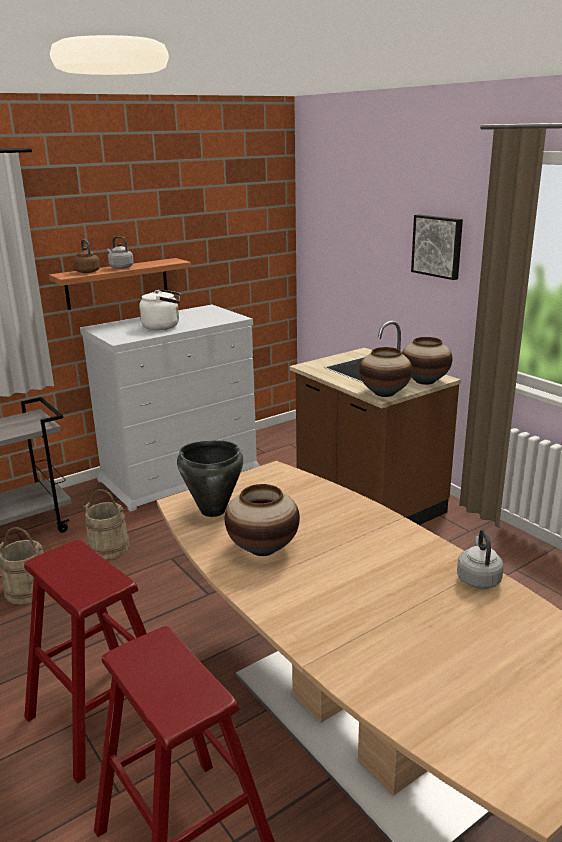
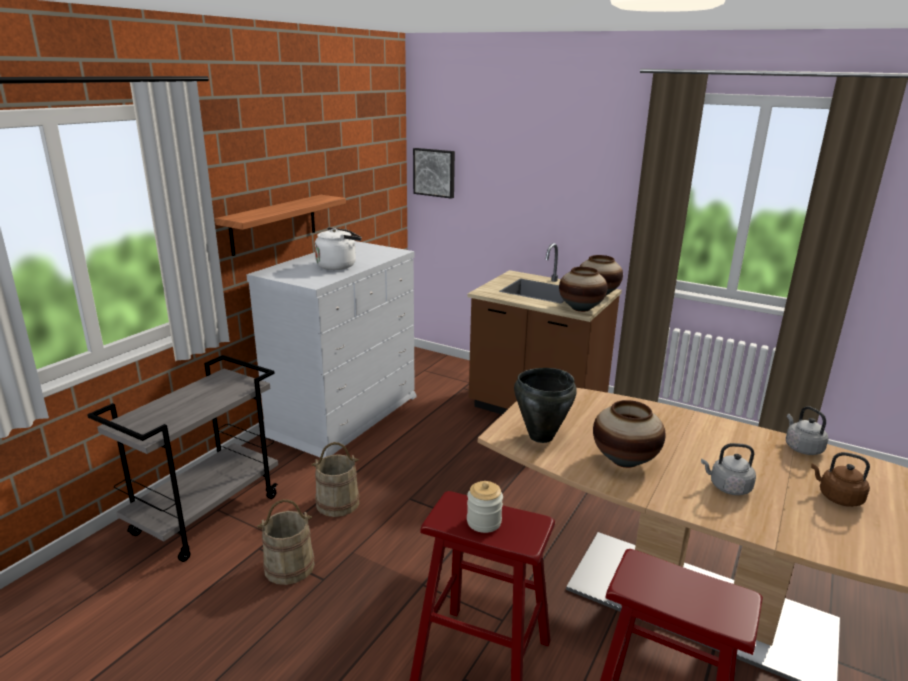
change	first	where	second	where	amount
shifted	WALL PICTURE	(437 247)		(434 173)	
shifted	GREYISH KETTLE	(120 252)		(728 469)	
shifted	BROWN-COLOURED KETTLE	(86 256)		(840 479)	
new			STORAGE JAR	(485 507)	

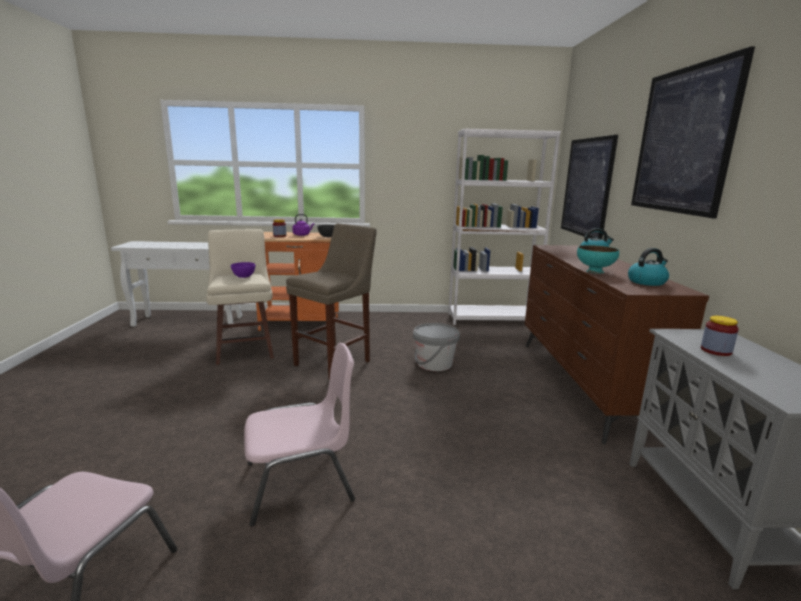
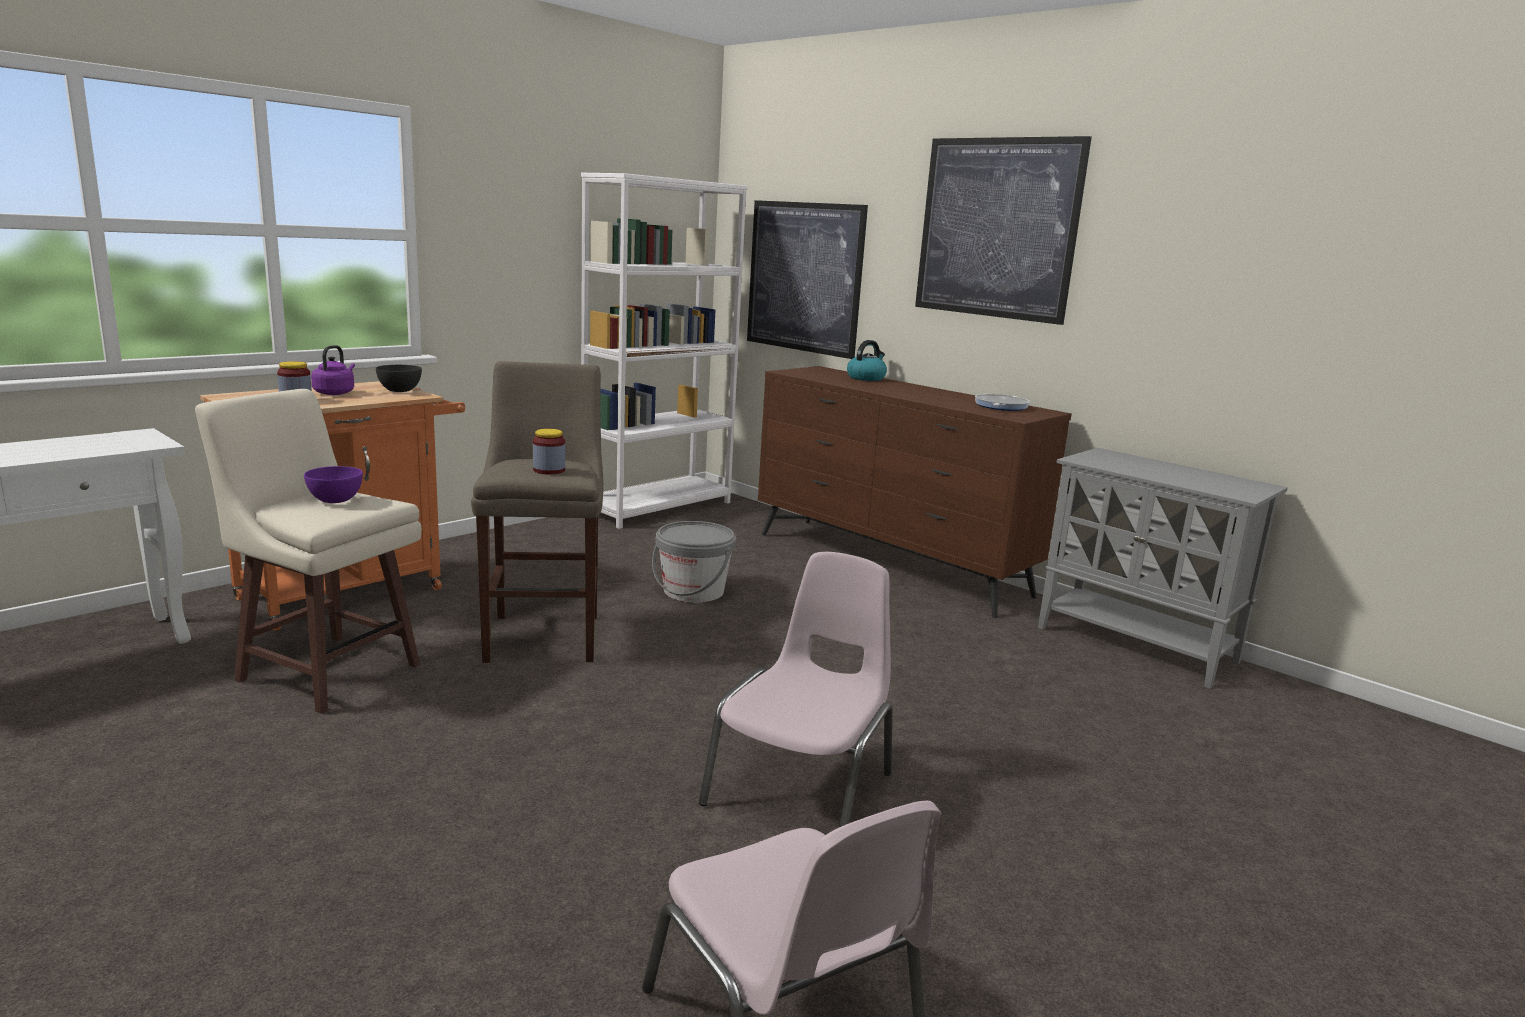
change	first	where	second	where	amount
gone	TURQUOISE BOWL	(598 259)			
swapped	KETTLE	(648 267)	SKILLET	(1002 402)	
shifted	STORAGE JAR	(720 336)		(549 451)	

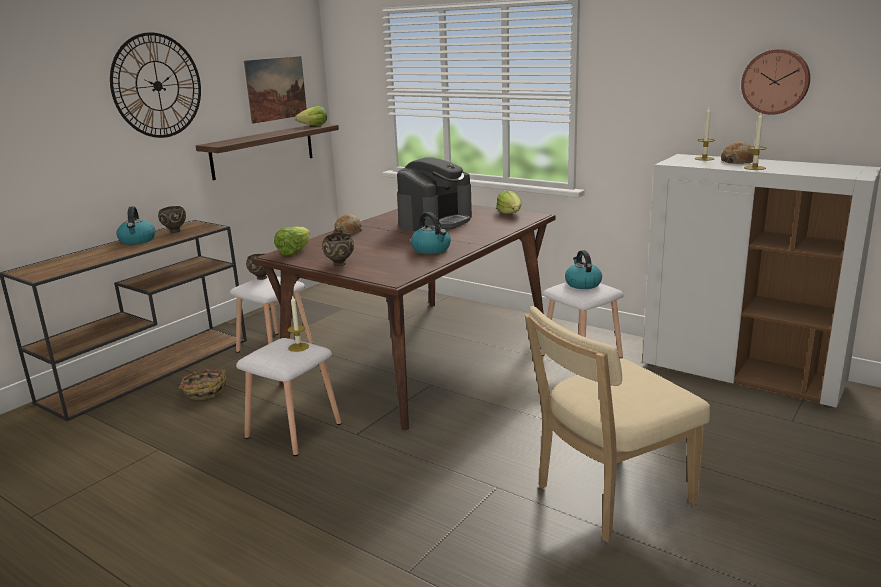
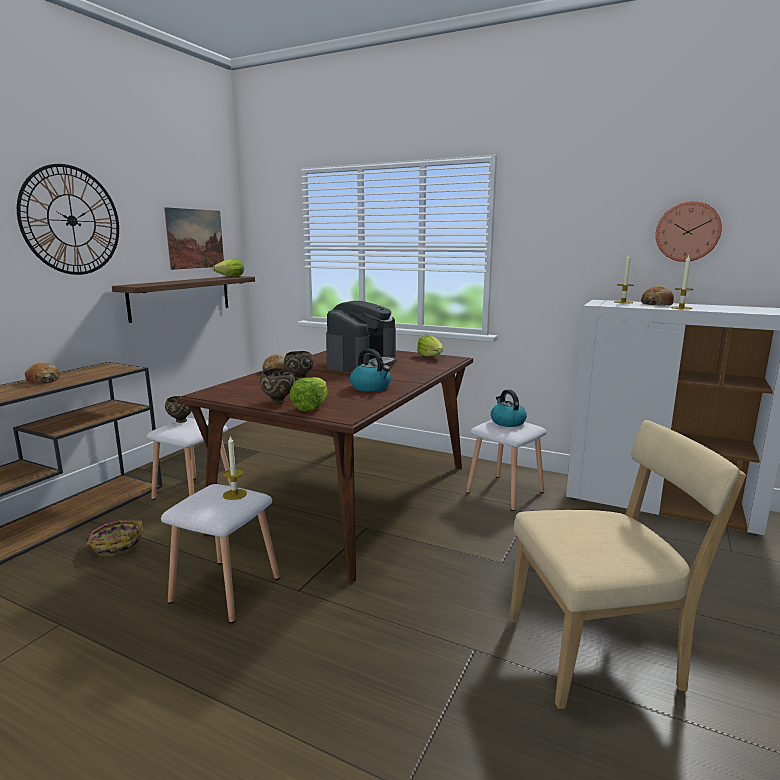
change	first	where	second	where	amount
swapped	KETTLE	(135 225)	BAKERY BREAD	(42 373)	
shifted	BROWN-COLOURED BOWL	(172 219)		(299 365)	
shifted	HEAD OF LETTUCE	(292 240)		(308 394)	
rotated	BEIGE PLAIN CHAIR	(617 424)		(628 564)	150 degrees counterclockwise

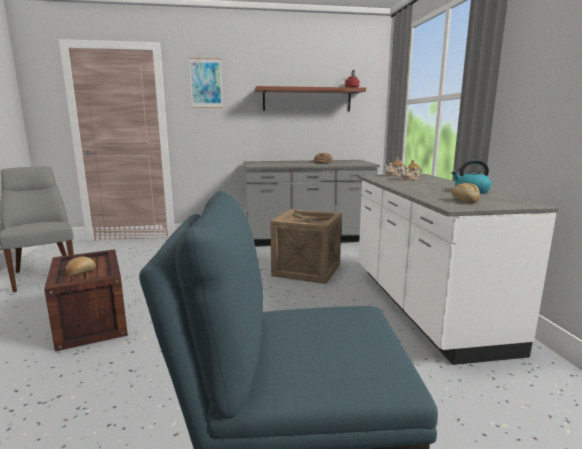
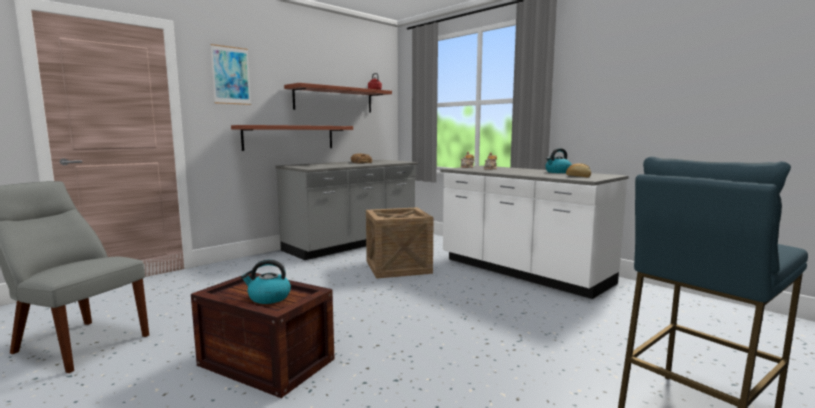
change	first	where	second	where	amount
swapped	BAKERY BREAD	(81 266)	KETTLE	(266 282)	
new			WALL SHELF	(292 138)	

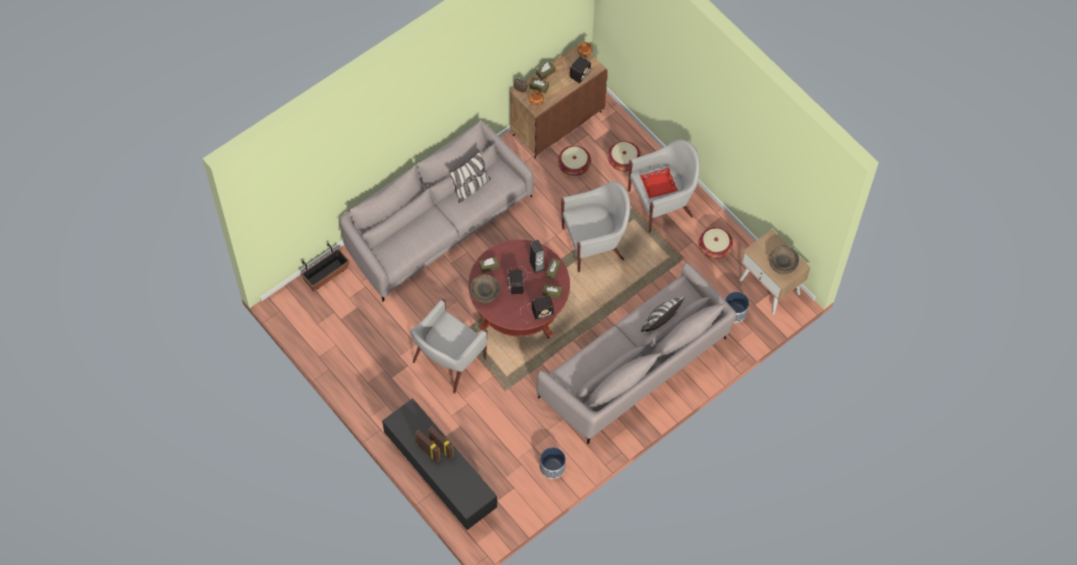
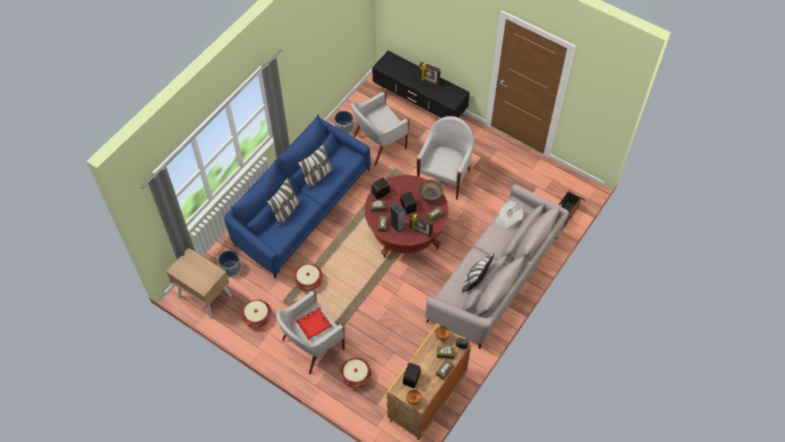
change	first	where	second	where	amount
repainted	BROWN-COLOURED CUPBOARD	(559 101)	YELLOW CUPBOARD	(428 381)	
shifted	STORAGE BASKET	(574 161)		(308 277)	
shifted	WHITE LOUNGE CHAIR	(595 226)		(380 128)	
gone	BROWN-COLOURED BOWL	(784 260)			
repainted	GREYISH COUCH	(636 353)	BLUISH COUCH	(297 196)	
shifted	PICTURE FRAME	(441 443)		(421 225)	
new			CUSHION	(315 167)	
new			NEWSPAPER	(510 215)	

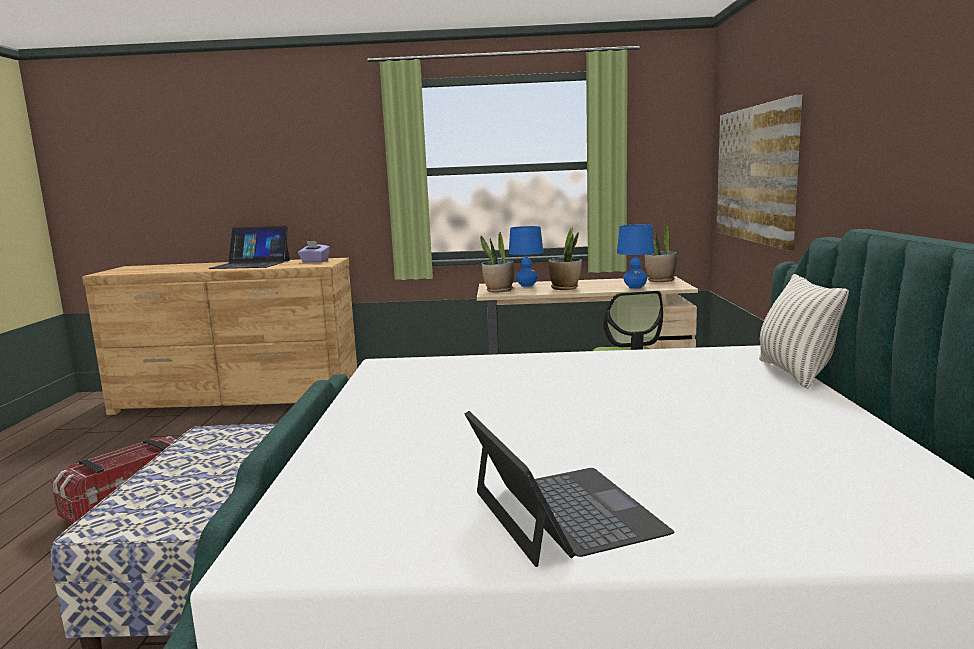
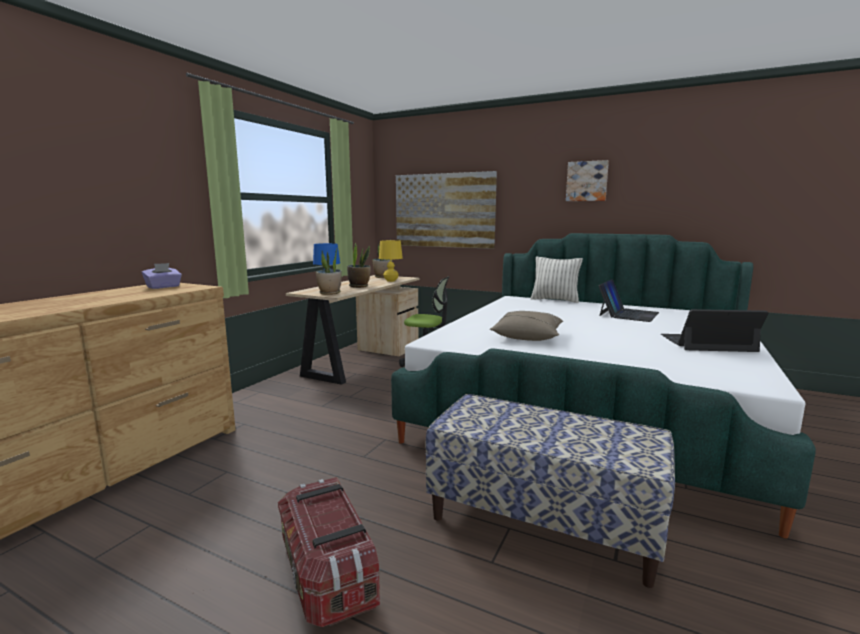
change	first	where	second	where	amount
repainted	BLUISH TABLE LAMP	(636 257)	YELLOW TABLE LAMP	(391 261)	
shifted	NOTEBOOK COMPUTER	(249 247)		(628 300)	
new			WALL PICTURE	(587 180)	
new			BEIGE CUSHION	(526 326)	

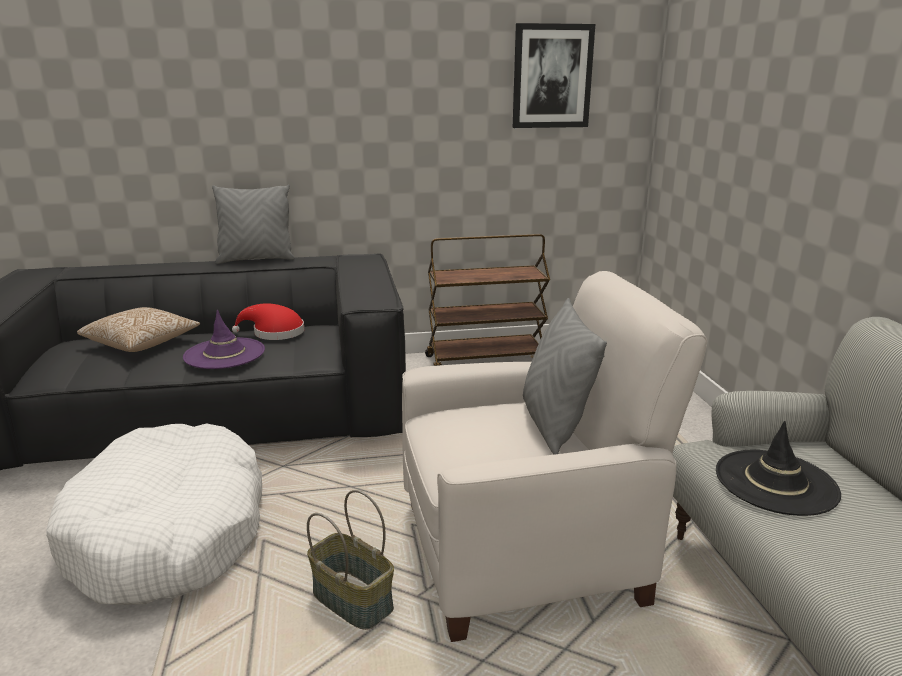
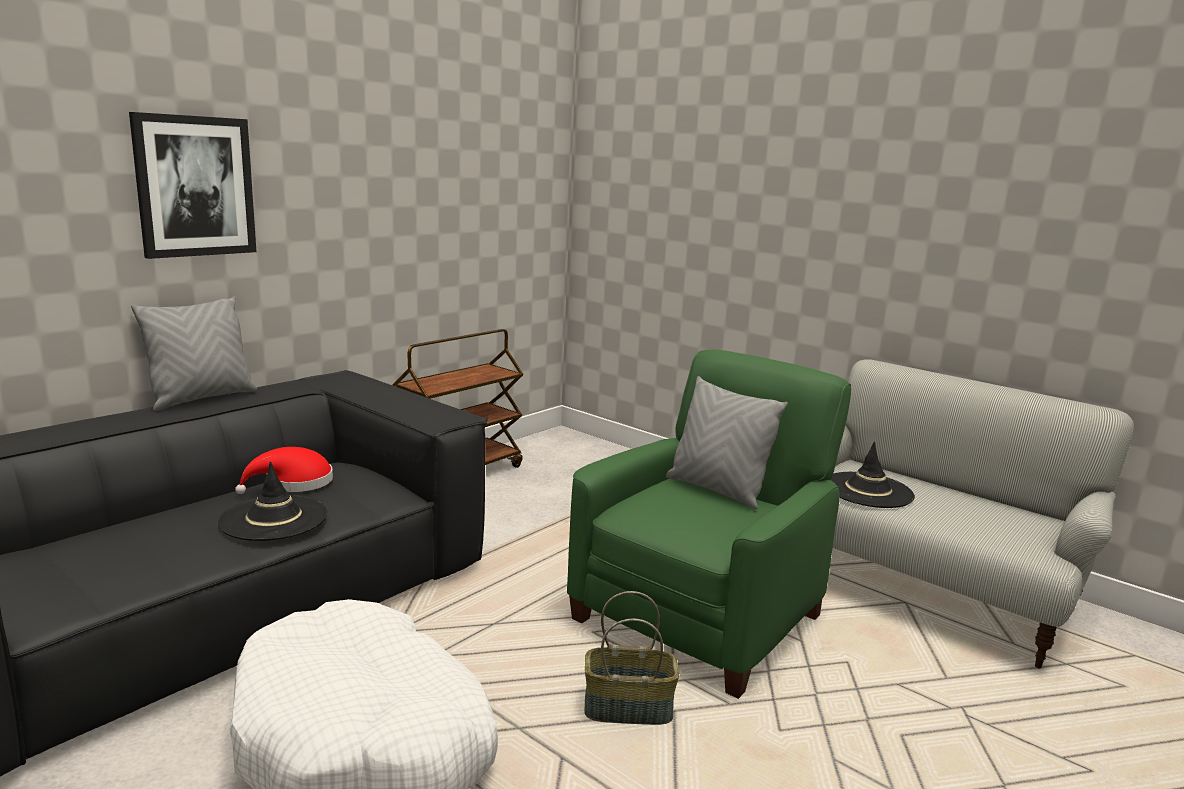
change	first	where	second	where	amount
shifted	WALL PICTURE	(554 75)		(192 185)	
repainted	WHITE LOUNGE CHAIR	(554 456)	GREEN-COLOURED LOUNGE CHAIR	(709 524)	
gone	CUSHION	(138 329)			
repainted	PURPLE-COLOURED CLOTHING HAT	(224 339)	BLACK-COLOURED CLOTHING HAT	(273 501)	

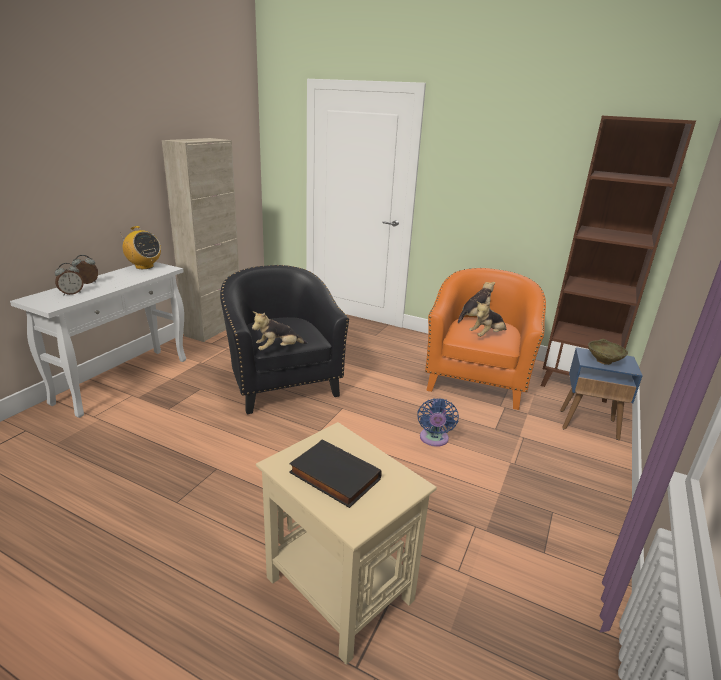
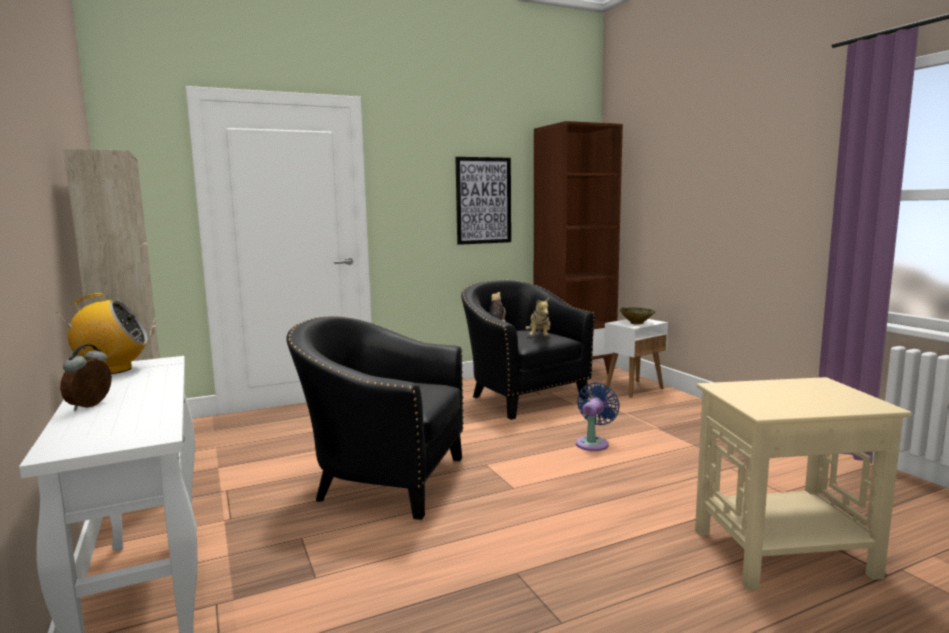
change	first	where	second	where	amount
gone	ALARM CLOCK	(69 279)			
repainted	ORANGEY LOUNGE CHAIR	(485 339)	BLACK-COLOURED LOUNGE CHAIR	(528 350)	
gone	PLUSH TOY	(279 330)			
repainted	BLUISH ACCENT TABLE	(601 393)	WHITE ACCENT TABLE	(636 358)	
rotated	BLUISH ELECTRIC FAN	(438 422)		(598 416)	105 degrees counterclockwise
gone	BLACK-COLOURED BOOK	(335 474)			
new			WALL PICTURE	(483 201)	

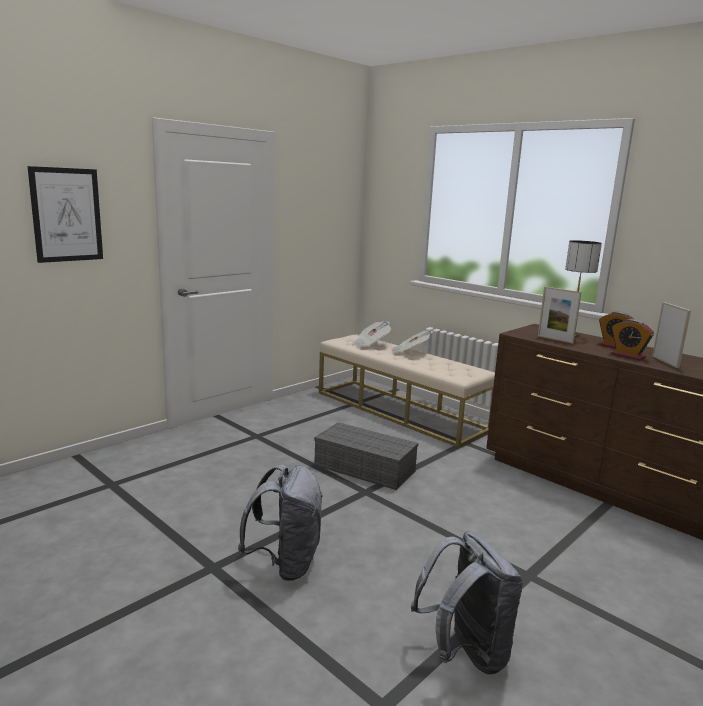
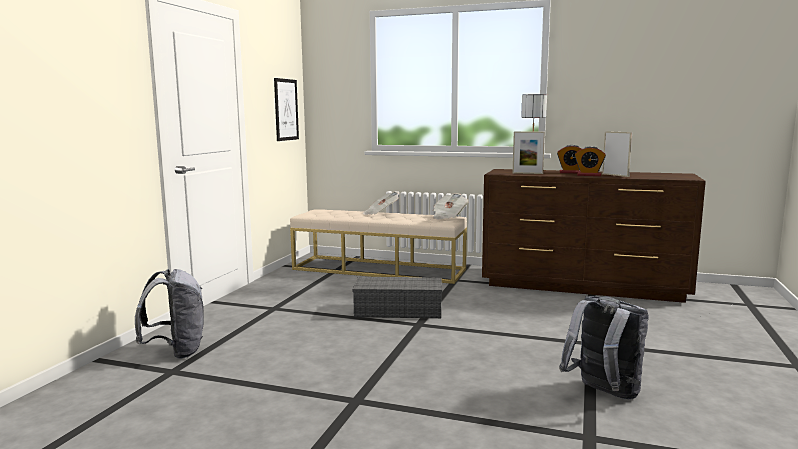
change	first	where	second	where	amount
shifted	WALL PICTURE	(65 214)		(286 109)	
shifted	NEWSPAPER	(371 334)		(450 206)	
shifted	GREYISH KNAPSACK	(280 523)		(169 314)	

